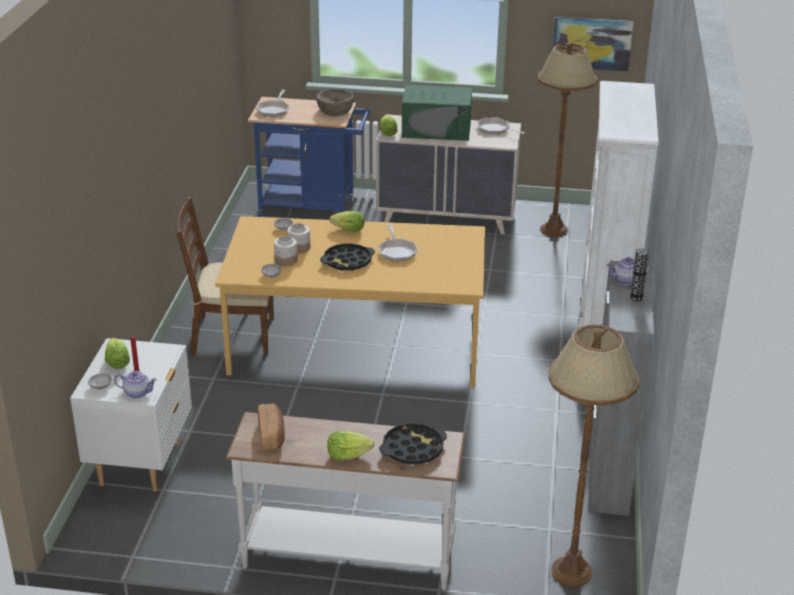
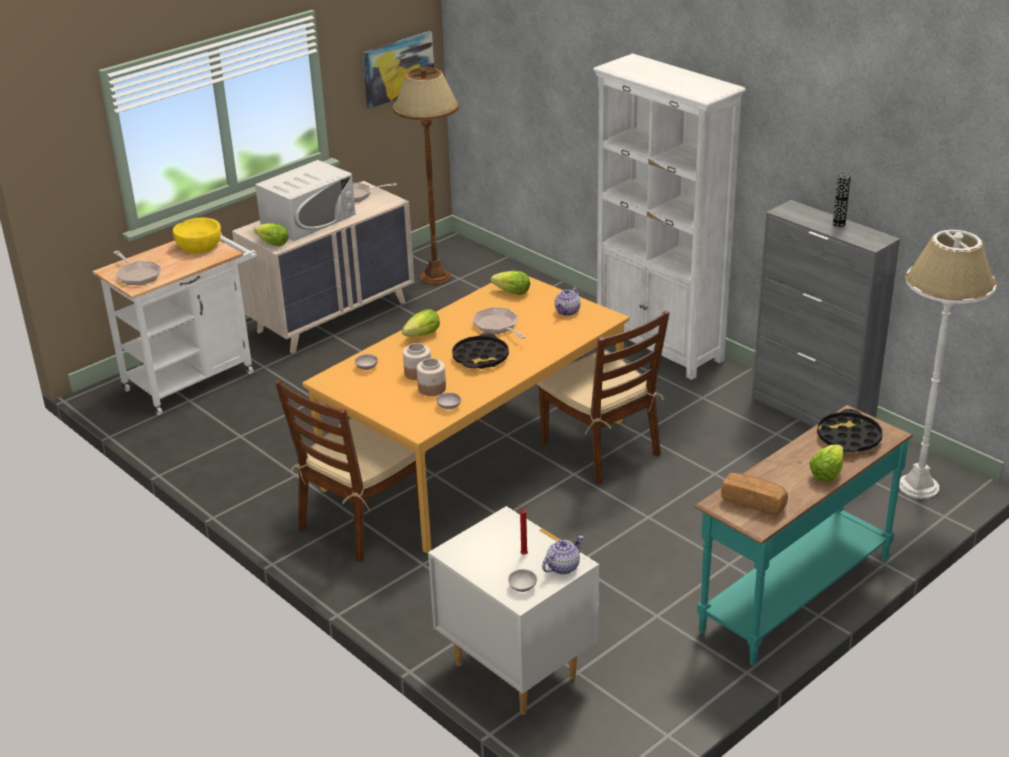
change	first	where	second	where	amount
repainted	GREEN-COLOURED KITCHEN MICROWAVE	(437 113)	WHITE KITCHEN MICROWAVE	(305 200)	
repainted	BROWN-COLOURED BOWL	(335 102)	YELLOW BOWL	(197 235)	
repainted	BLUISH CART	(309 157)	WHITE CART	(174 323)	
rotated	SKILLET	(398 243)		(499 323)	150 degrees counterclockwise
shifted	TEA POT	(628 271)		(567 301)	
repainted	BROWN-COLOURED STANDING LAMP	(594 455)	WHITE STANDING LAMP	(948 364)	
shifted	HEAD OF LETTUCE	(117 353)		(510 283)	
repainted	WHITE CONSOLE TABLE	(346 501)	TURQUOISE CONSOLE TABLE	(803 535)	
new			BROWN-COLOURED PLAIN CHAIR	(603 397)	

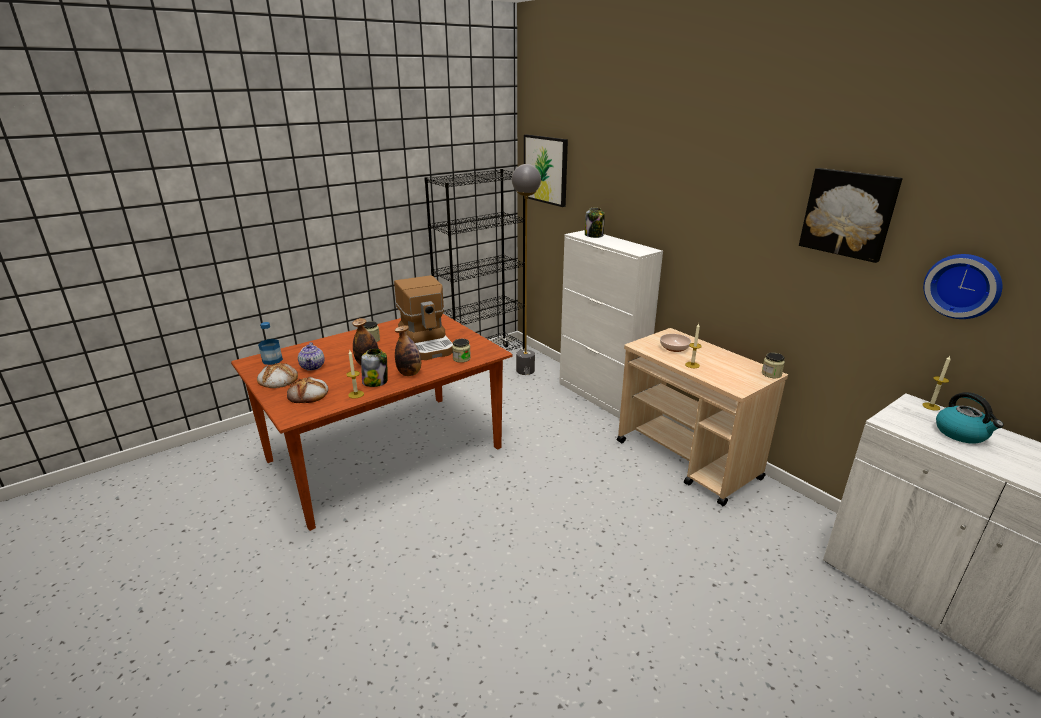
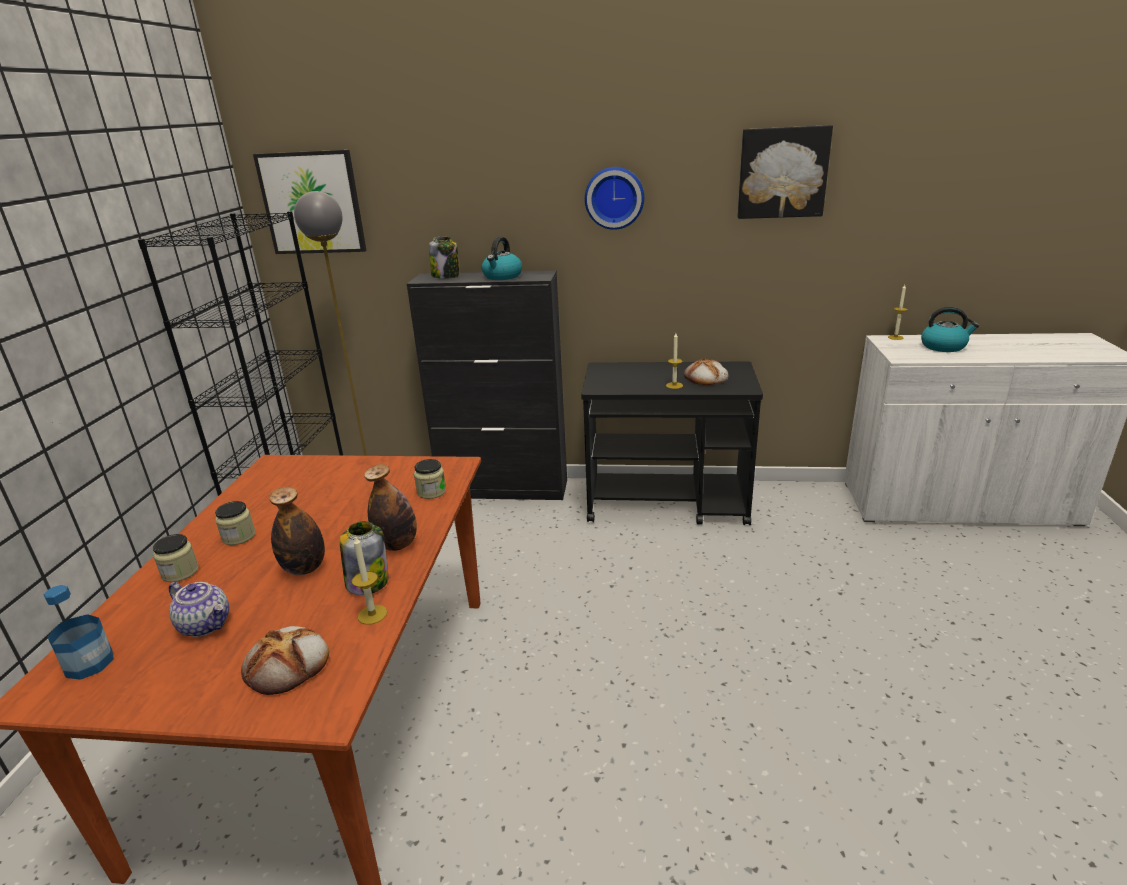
change	first	where	second	where	amount
repainted	WHITE CUPBOARD	(611 324)	BLACK-COLOURED CUPBOARD	(487 385)	
shifted	WALL CLOCK	(962 286)		(614 198)	
gone	COFFEE BREWER	(423 317)			
repainted	BEIGE CART	(702 417)	BLACK-COLOURED CART	(672 443)	
gone	BOWL	(675 343)			
shifted	STORAGE JAR	(773 365)		(176 558)	
shifted	BAKERY BREAD	(277 375)		(706 371)	
new			KETTLE	(502 258)	

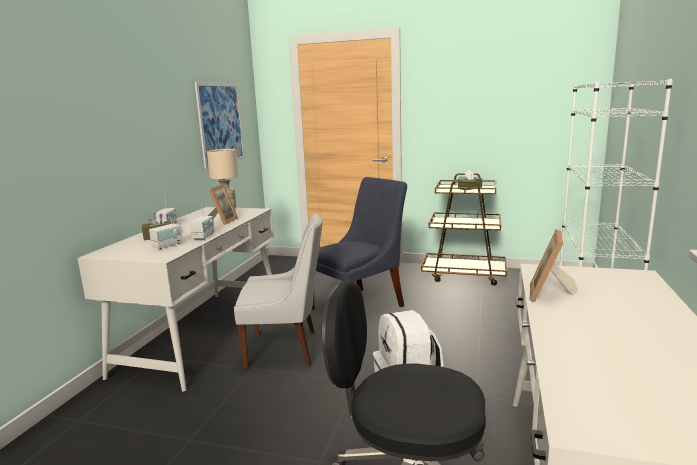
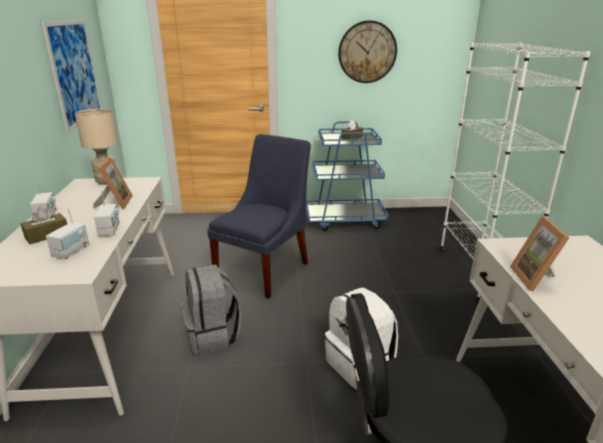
change	first	where	second	where	amount
repainted	BROWN-COLOURED CART	(464 229)	BLUISH CART	(347 176)	
swapped	WHITE PLAIN CHAIR	(278 291)	GREYISH KNAPSACK	(211 309)	
new			WALL CLOCK	(367 51)	

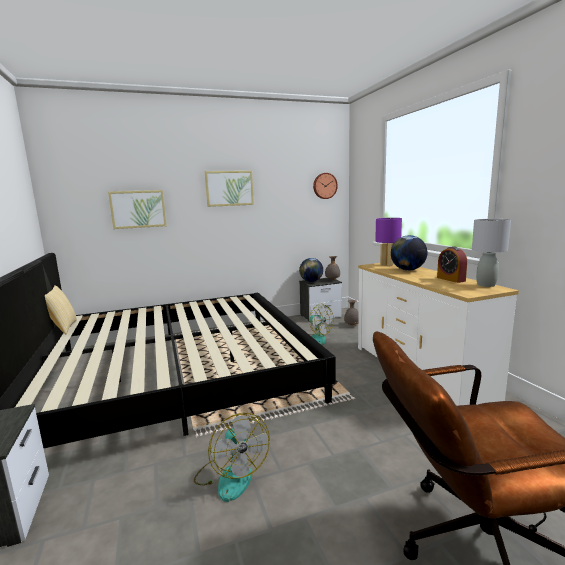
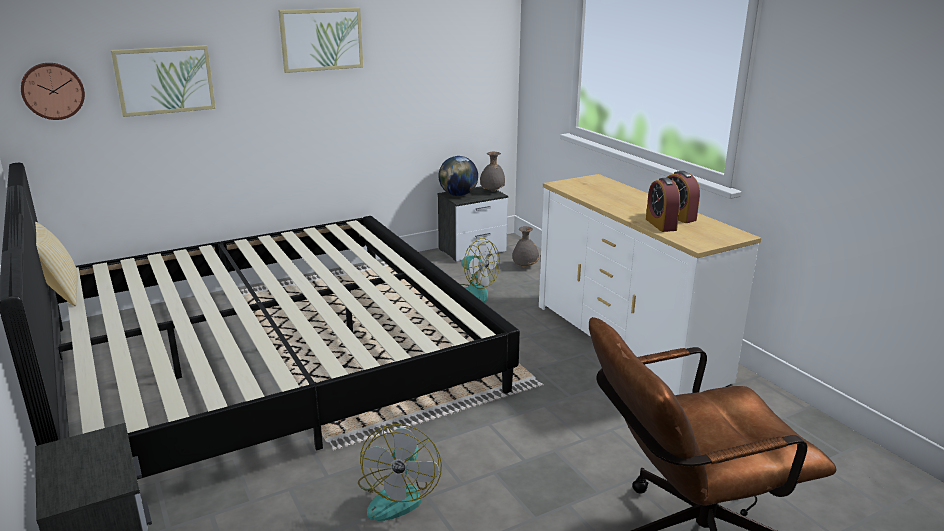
change	first	where	second	where	amount
shifted	WALL CLOCK	(325 186)		(53 91)	
gone	PURPLE-COLOURED TABLE LAMP	(388 242)			
gone	GREYISH TABLE LAMP	(491 253)			
gone	WORLD GLOBE	(409 253)			
rotated	ELECTRIC FAN	(232 457)		(400 472)	45 degrees clockwise
new			ALARM CLOCK	(663 205)	

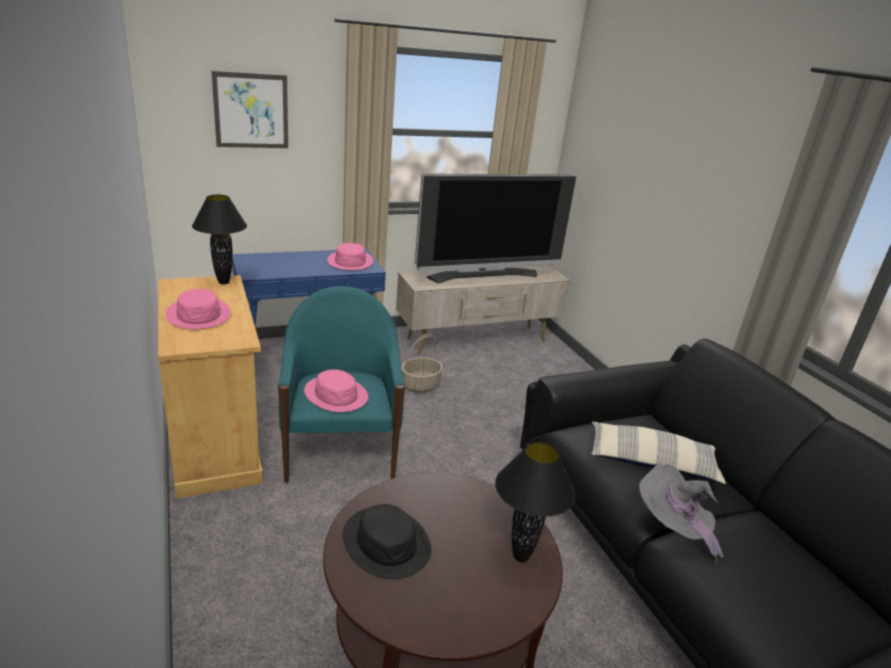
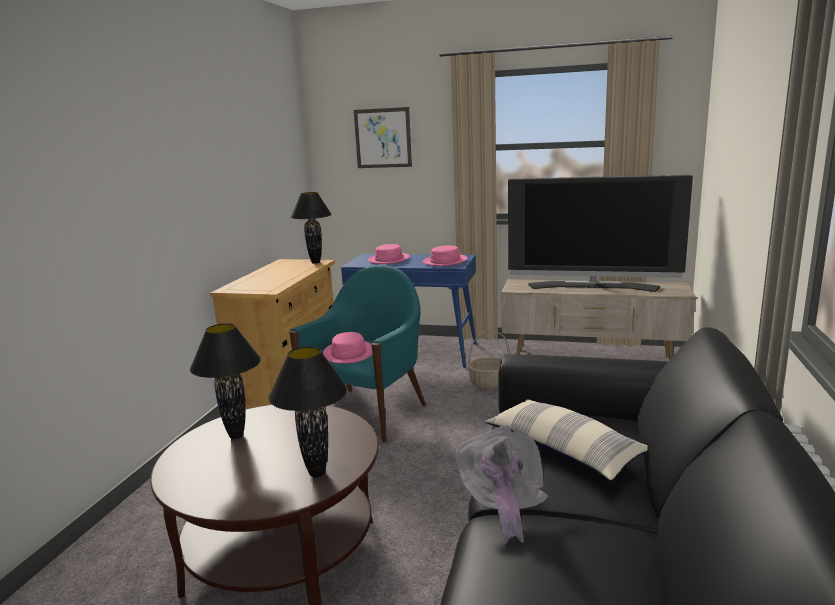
change	first	where	second	where	amount
shifted	PINK-COLOURED CLOTHING HAT	(198 309)		(388 254)	
swapped	BLACK-COLOURED CLOTHING HAT	(387 541)	BLACK-COLOURED TABLE LAMP	(225 381)	

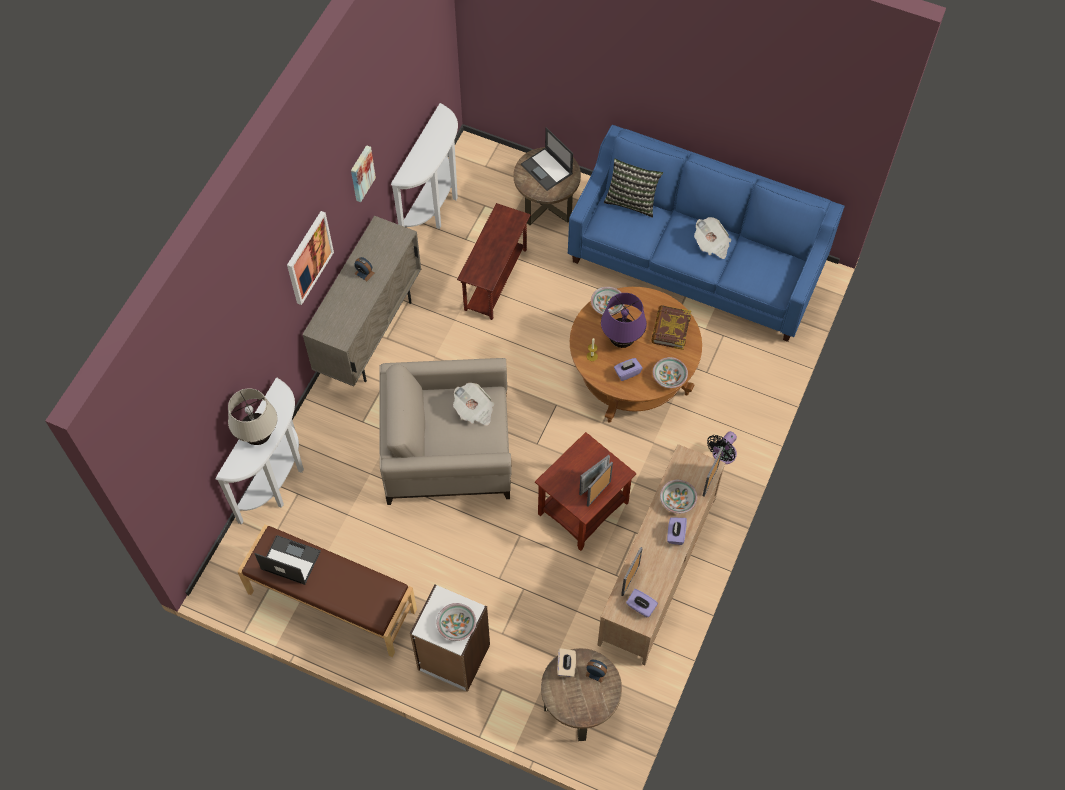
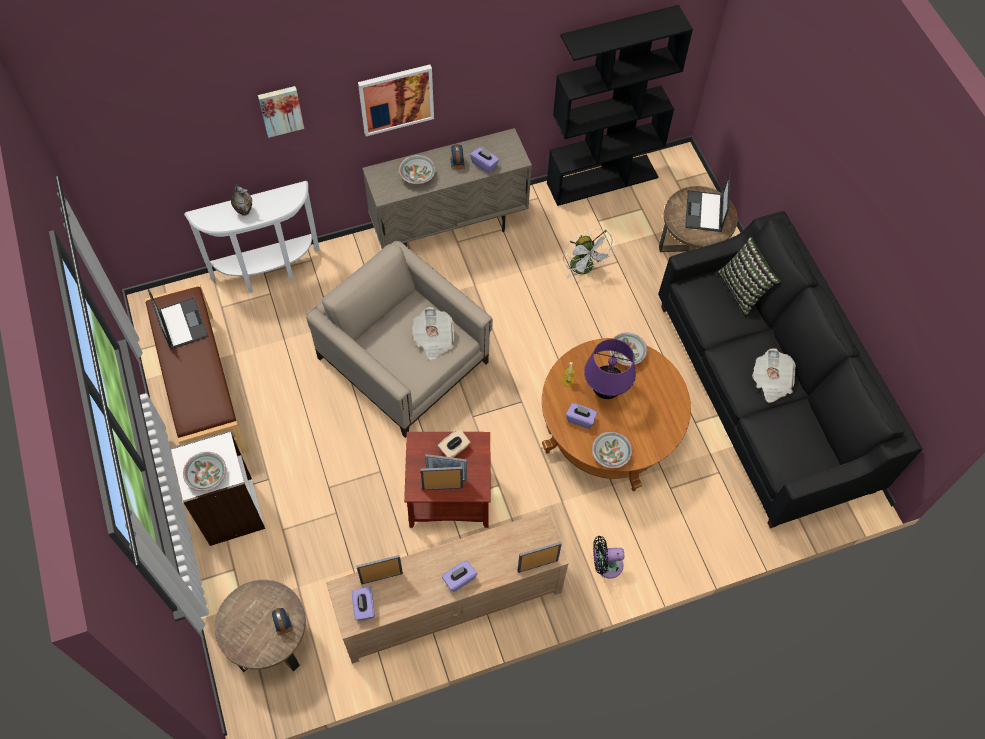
change	first	where	second	where	amount
swapped	WHITE CONSOLE TABLE	(424 166)	BLACK-COLOURED BOOKCASE	(620 105)	
repainted	BLUISH COUCH	(706 233)	BLACK-COLOURED COUCH	(790 369)	
shifted	WALL PICTURE	(363 173)		(281 112)	
swapped	BROWN-COLOURED ACCENT TABLE	(494 261)	WHITE ELECTRIC FAN	(589 254)	
gone	BOOK	(671 327)			
swapped	BEIGE TABLE LAMP	(252 416)	FLOWER VASE	(241 199)	
shifted	BOWL	(678 497)		(417 169)	
shifted	BEIGE TISSUE HOLDER	(566 662)		(454 443)	
new			PURPLE-COLOURED TISSUE HOLDER	(484 160)	

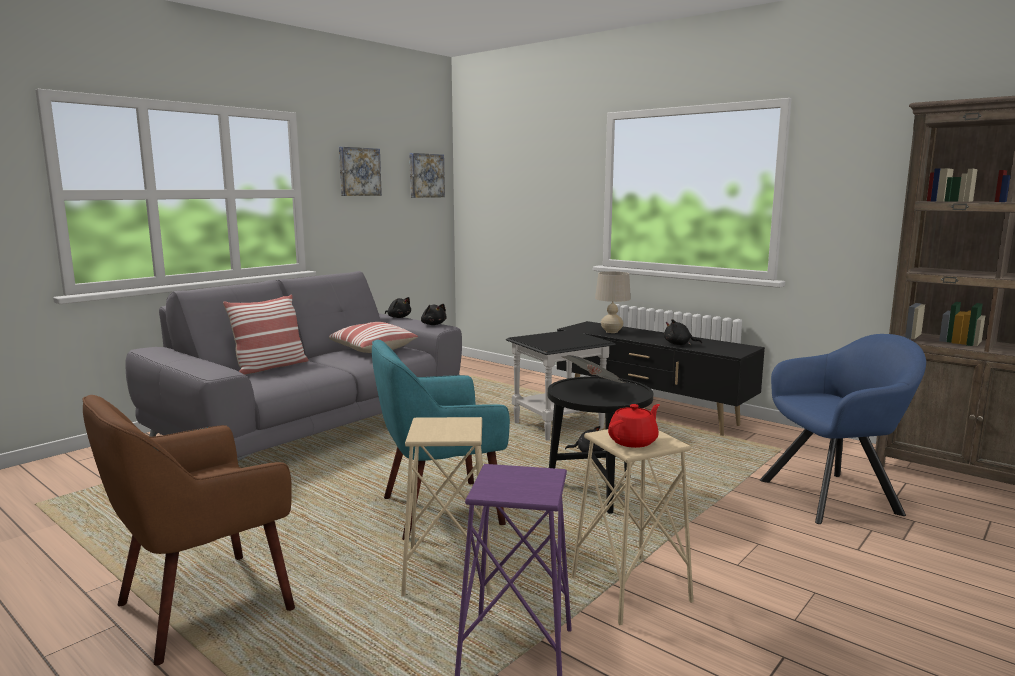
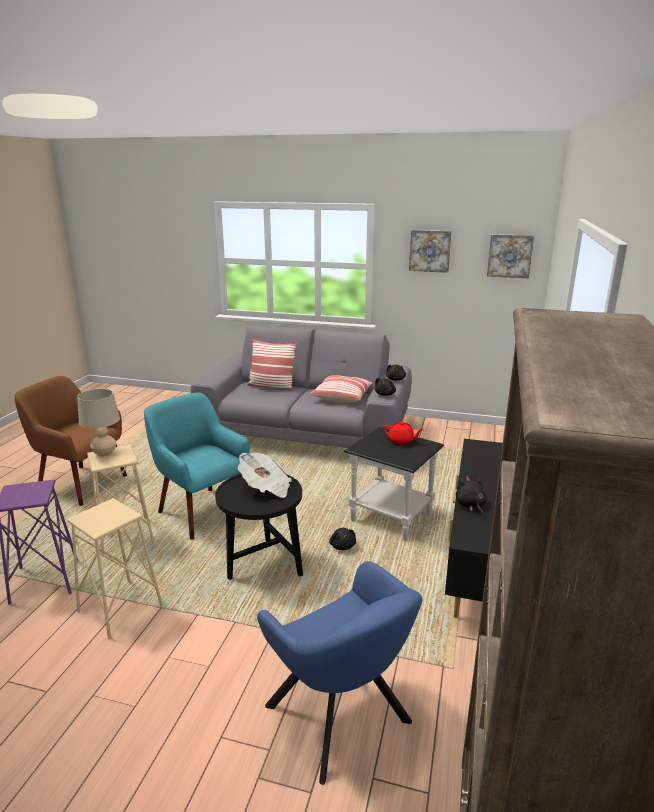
change	first	where	second	where	amount
shifted	BEIGE TABLE LAMP	(613 302)		(98 423)	
shifted	REDDISH TEA POT	(634 426)		(403 433)	

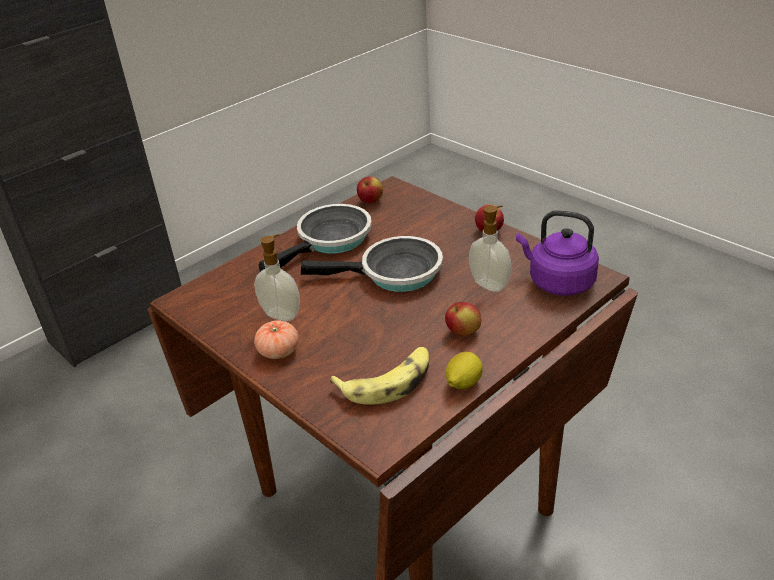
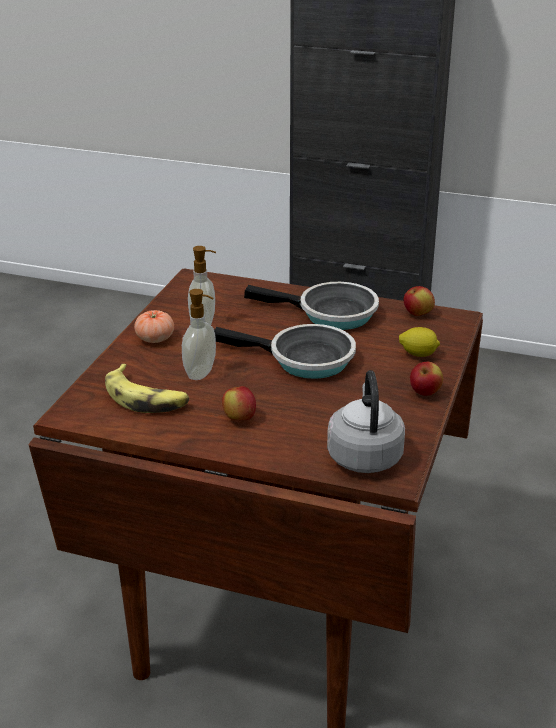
change	first	where	second	where	amount
shifted	SOAP DISPENSER	(490 248)		(199 334)	
repainted	PURPLE-COLOURED KETTLE	(557 253)	GREYISH KETTLE	(366 421)	
rotated	SKILLET	(372 264)		(285 351)	45 degrees counterclockwise
shifted	WHOLE LEMON	(464 370)		(419 342)	

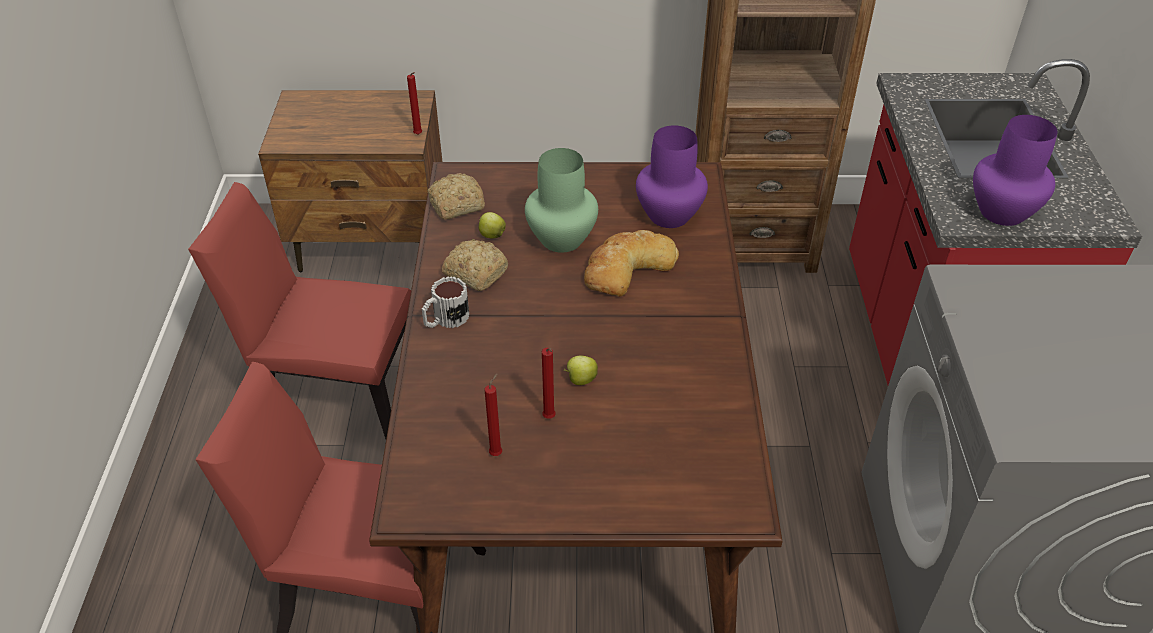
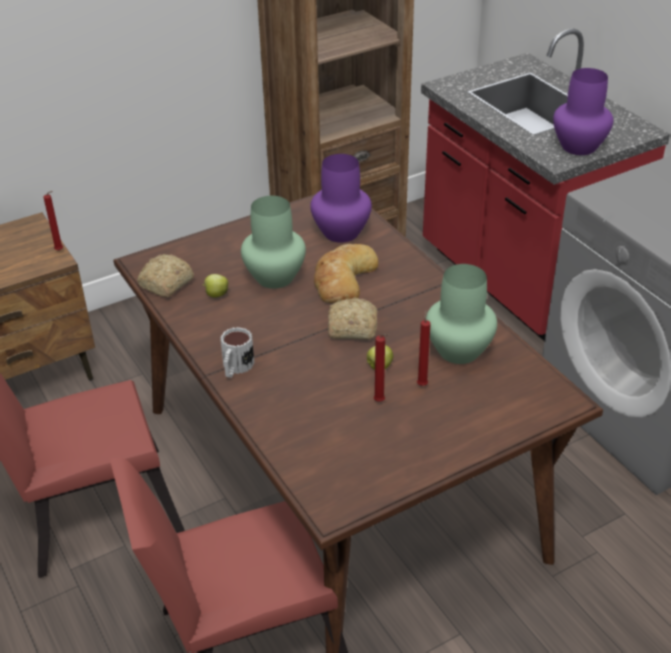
change	first	where	second	where	amount
shifted	BAKERY BREAD	(474 265)		(352 318)	
shifted	REDDISH CANDLE	(493 415)		(423 348)	
new			GREEN-COLOURED FLOWER VASE	(461 314)	

